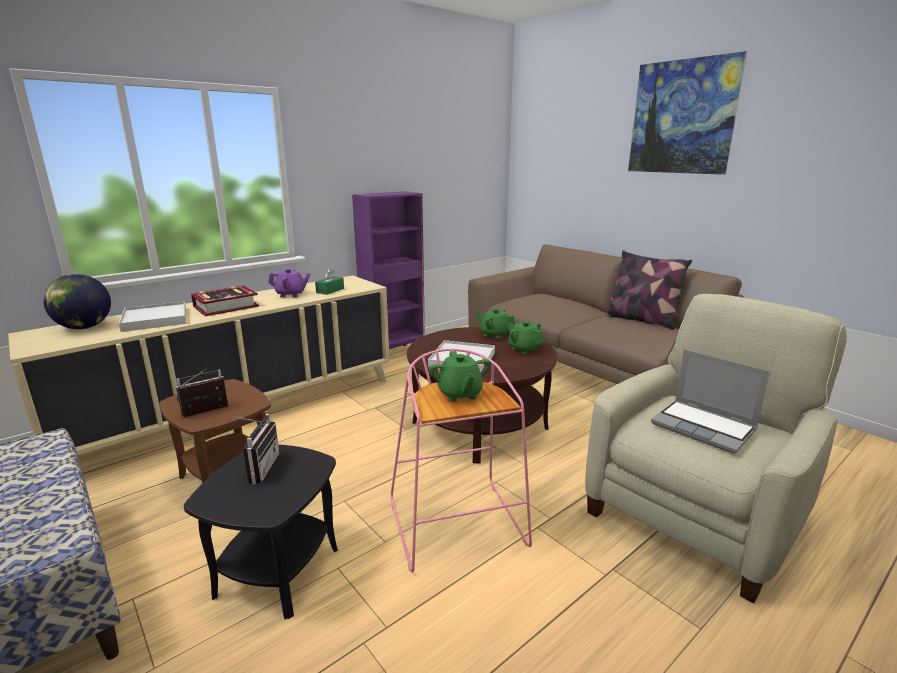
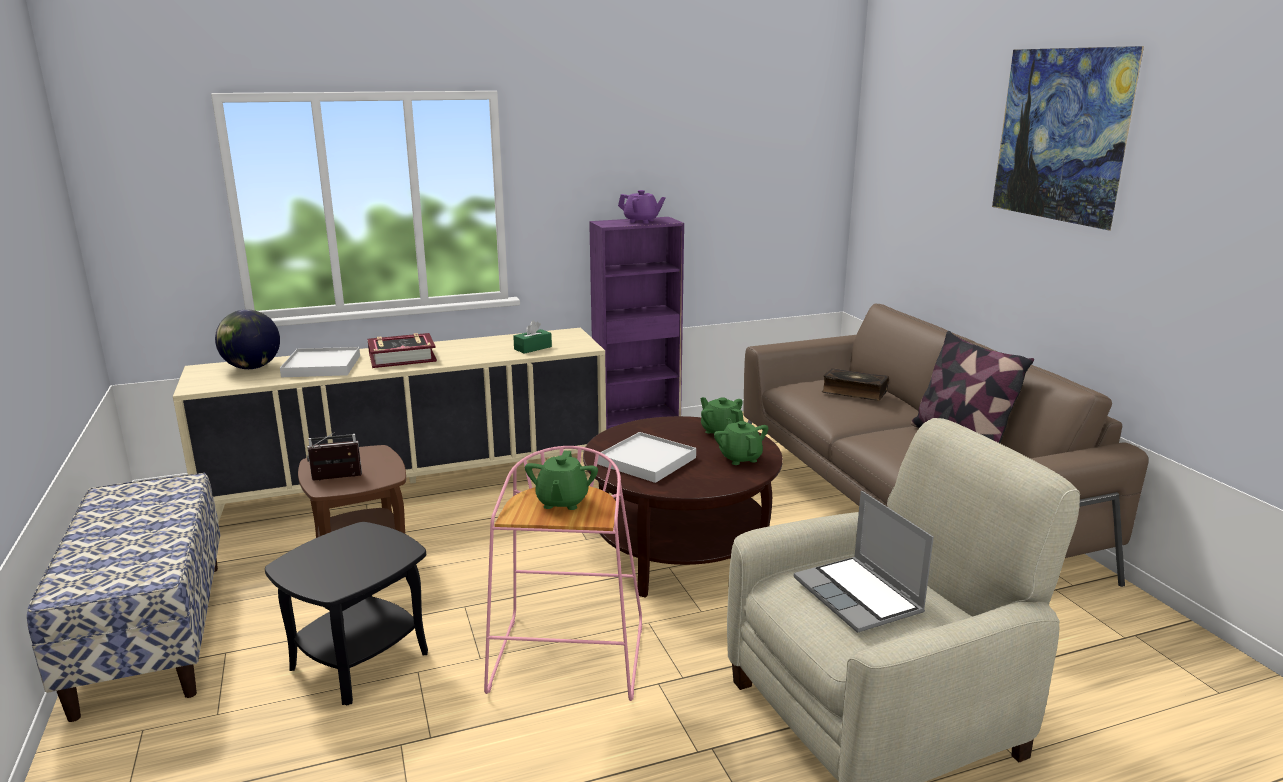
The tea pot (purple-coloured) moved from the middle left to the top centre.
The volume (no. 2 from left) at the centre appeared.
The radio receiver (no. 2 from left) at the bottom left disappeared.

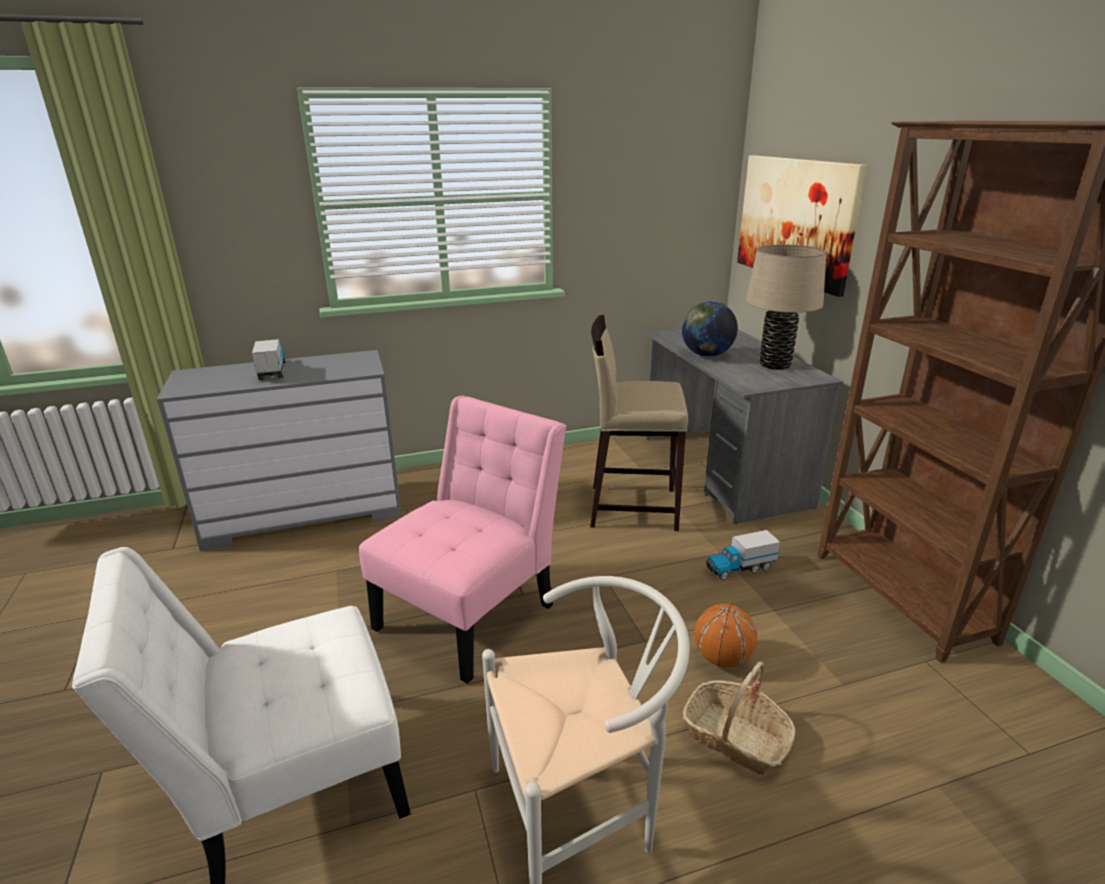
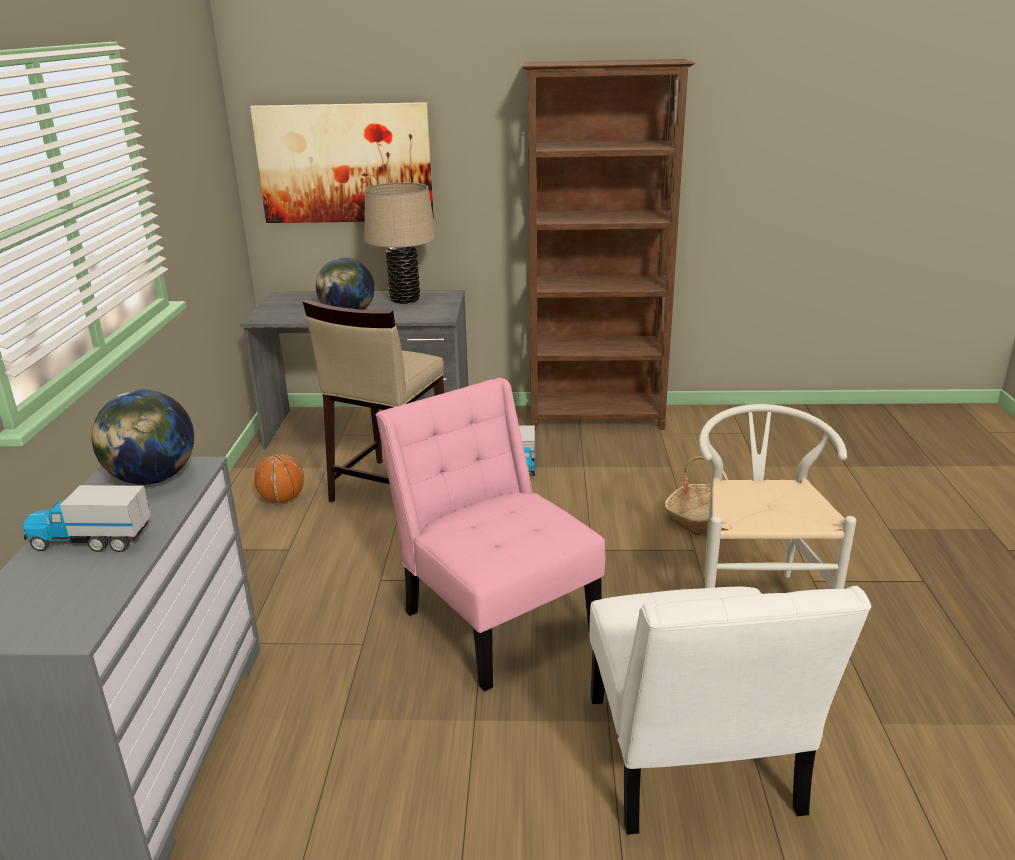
The desk globe (no. 1 from left) at the middle left appeared.
The basketball ball moved from the bottom centre to the middle left.

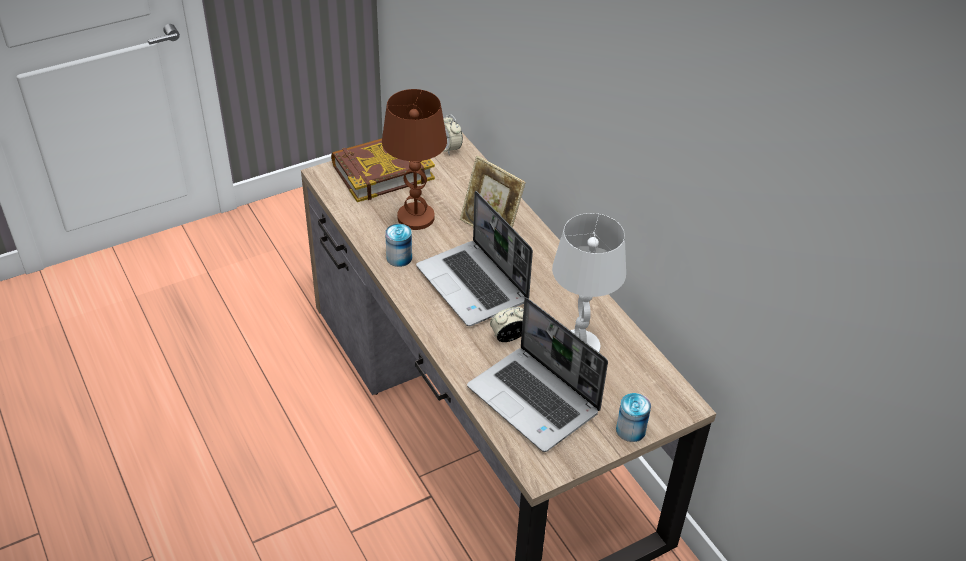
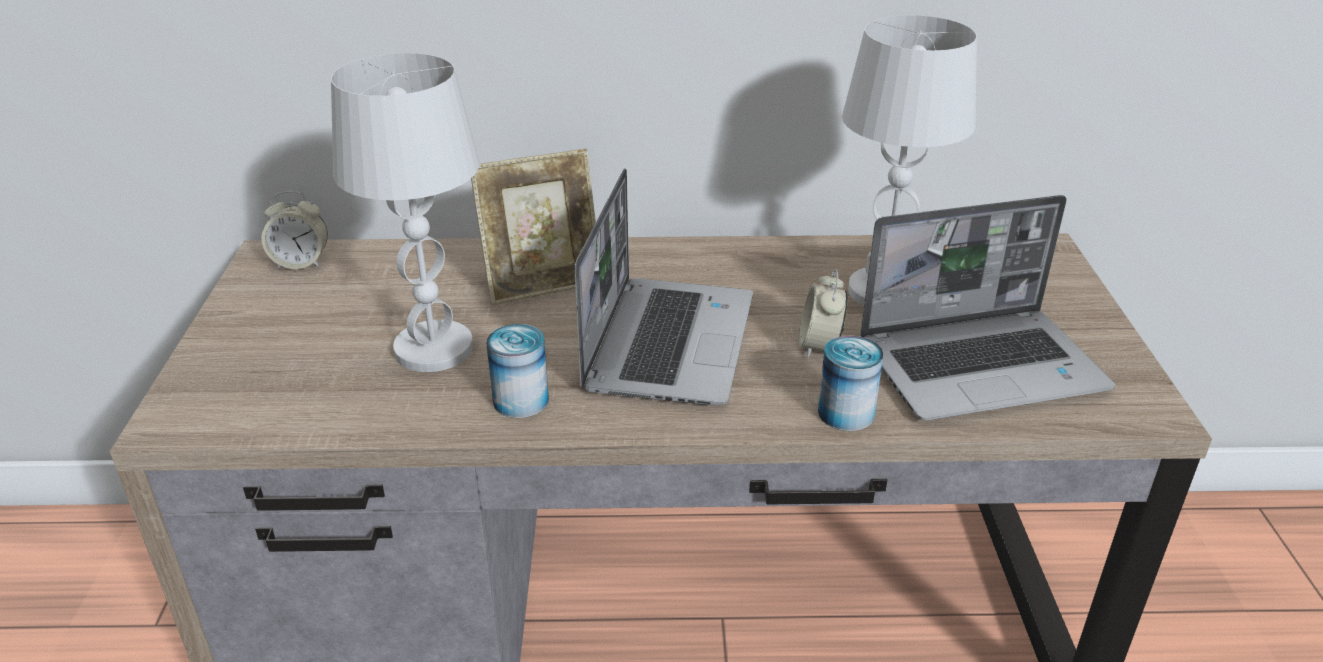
The table lamp (brownish) at the top centre became the table lamp (whitish) (no. 1 from left) at the top left.
The notebook computer (no. 1 from left) at the centre turned 75 degrees counterclockwise.
The metal can (no. 2 from left) moved from the bottom centre to the centre.
The volume at the top centre disappeared.

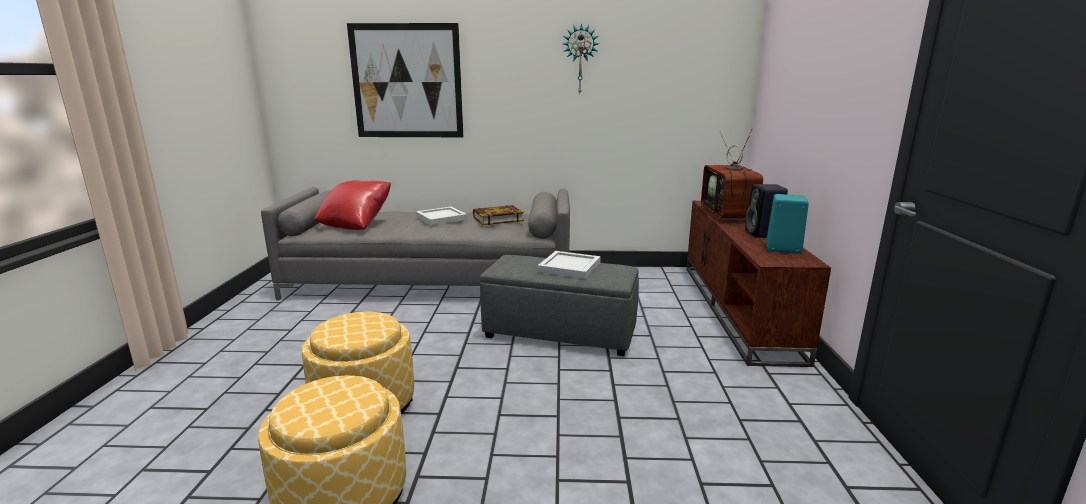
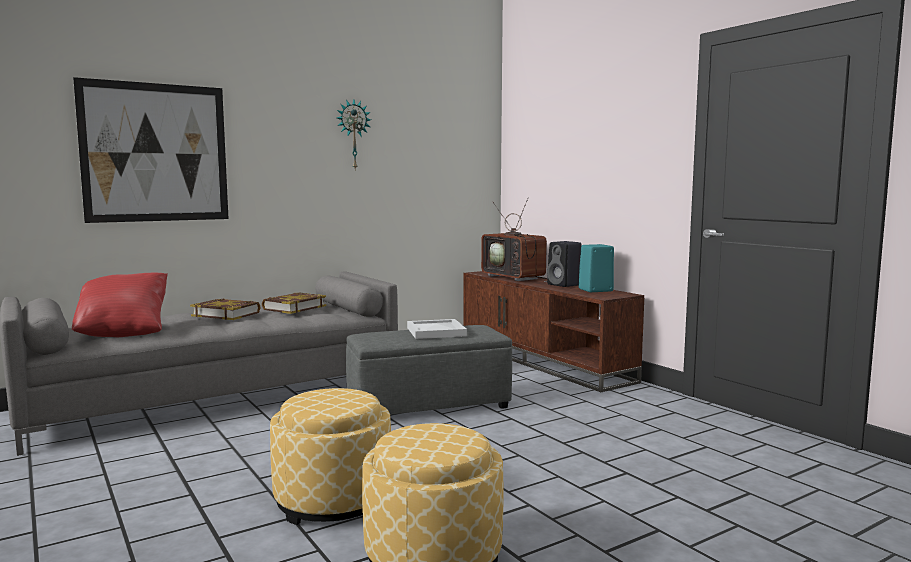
The tray (whitish) (no. 1 from left) at the centre was replaced by the volume (no. 1 from left) at the middle left.

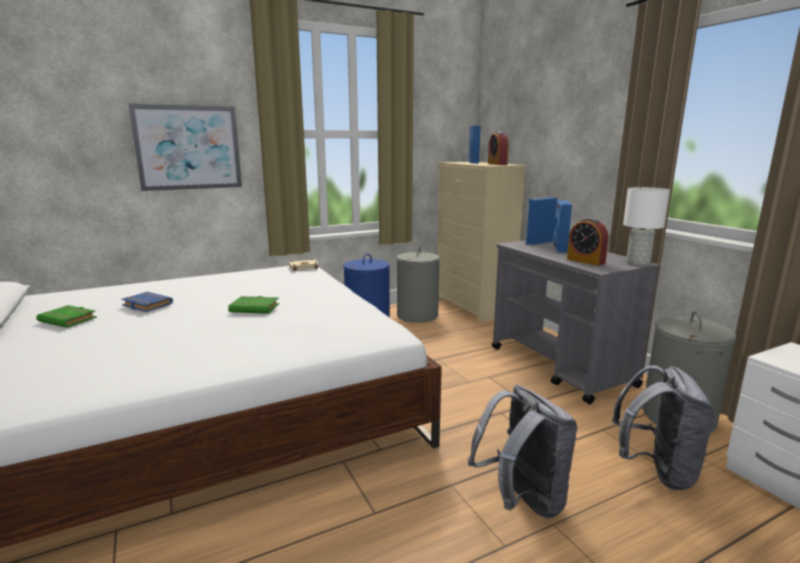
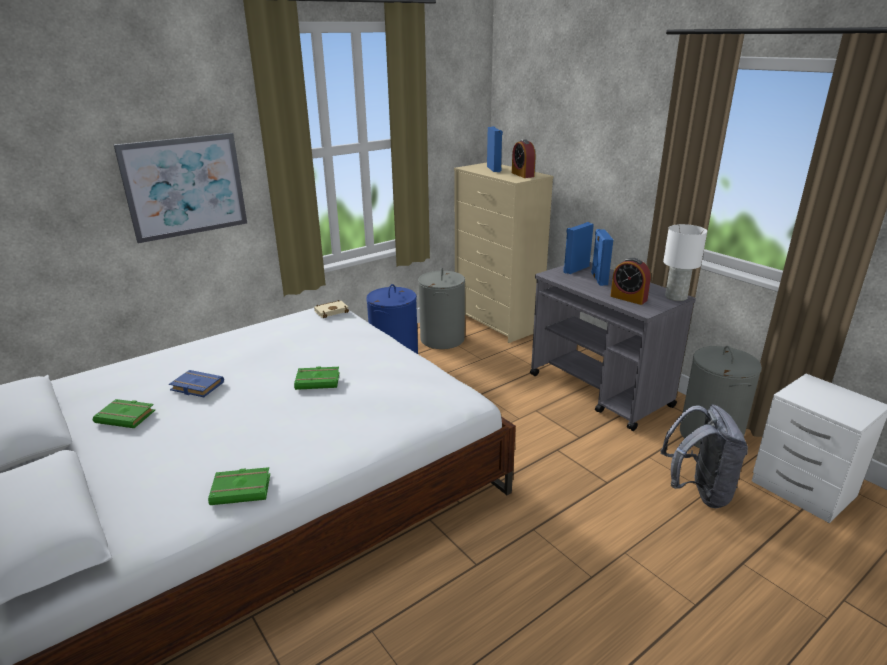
The volume (green-coloured) (no. 2 from left) at the bottom left appeared.
The backpack (gray) (no. 1 from left) at the bottom centre disappeared.

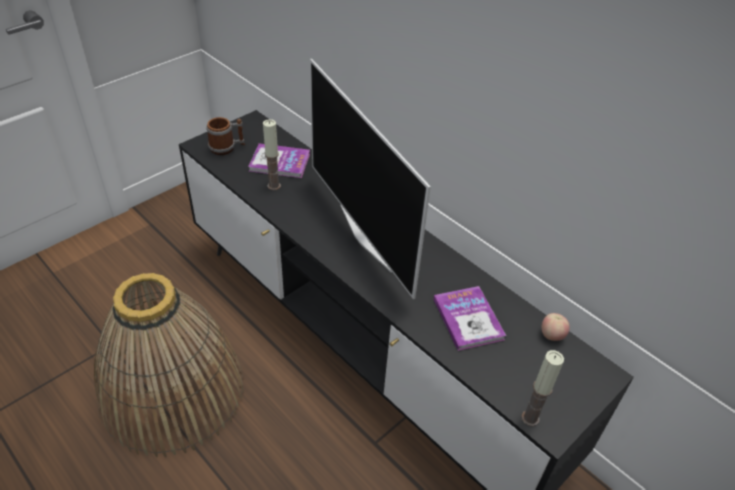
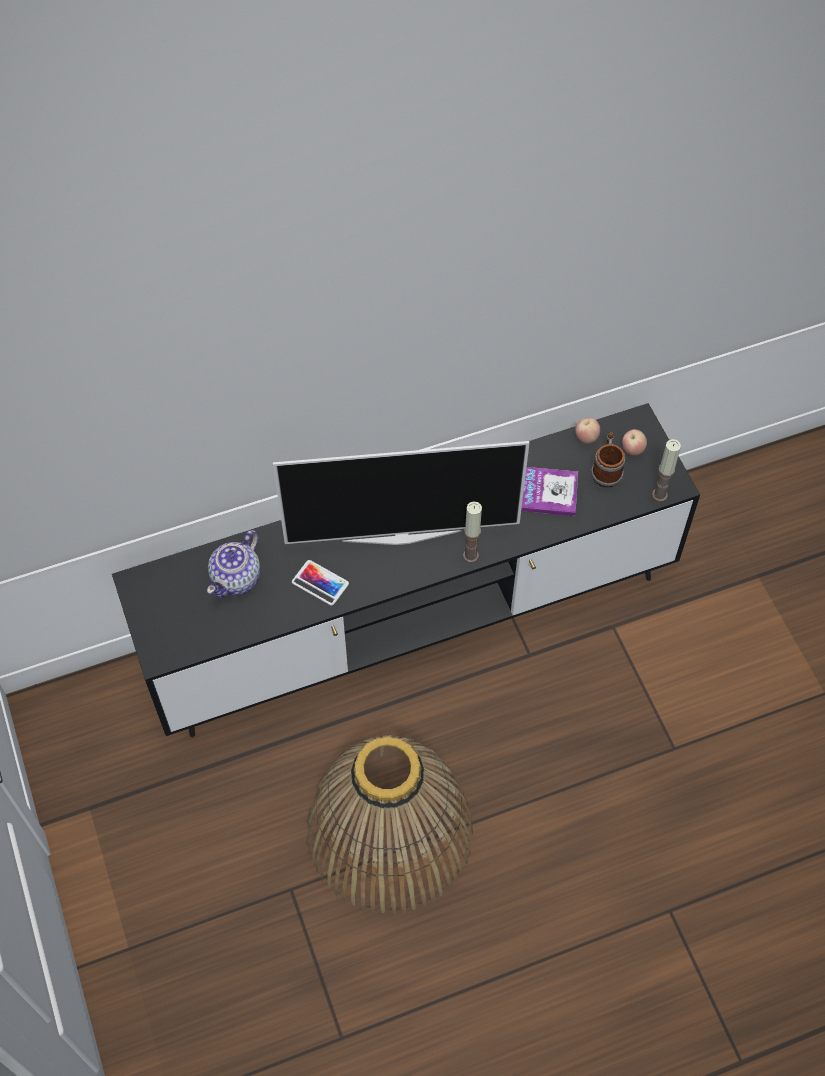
The volume (no. 1 from left) at the top centre was replaced by the tea pot at the middle left.
The phone at the centre appeared.
The wax candle (no. 1 from left) moved from the top centre to the centre.
The mug moved from the top left to the middle right.
The whole apple (no. 2 from left) at the middle right appeared.

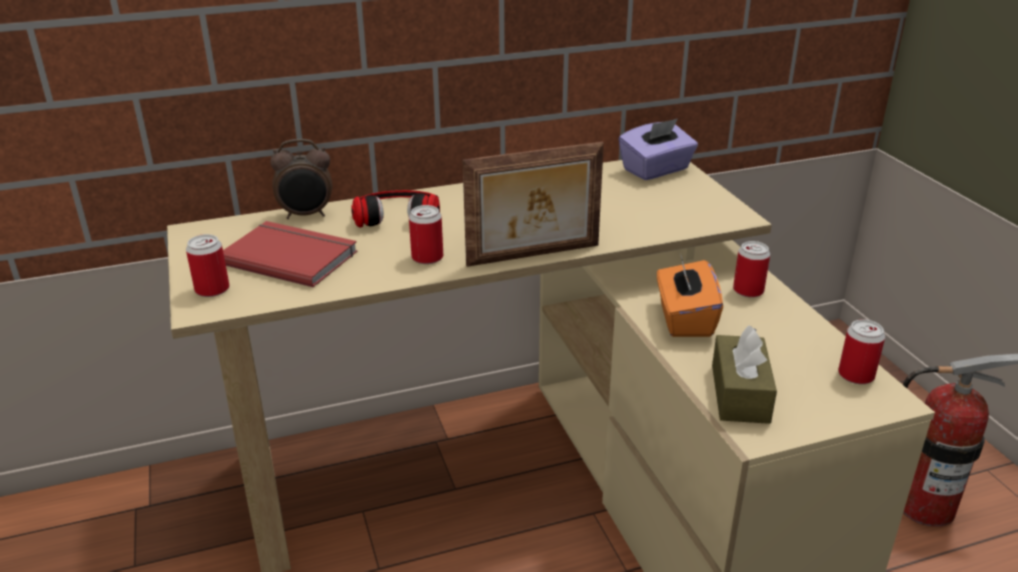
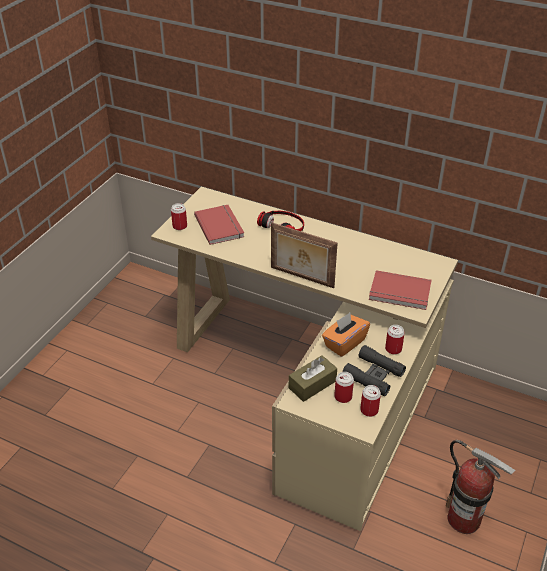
The metal can (no. 2 from left) moved from the centre to the bottom centre.
The binoculars (black-coloured) at the middle right appeared.
The volume (red) (no. 2 from left) at the middle right appeared.
The alarm clock at the top left disappeared.
The tissue holder (purple-coloured) at the top centre disappeared.

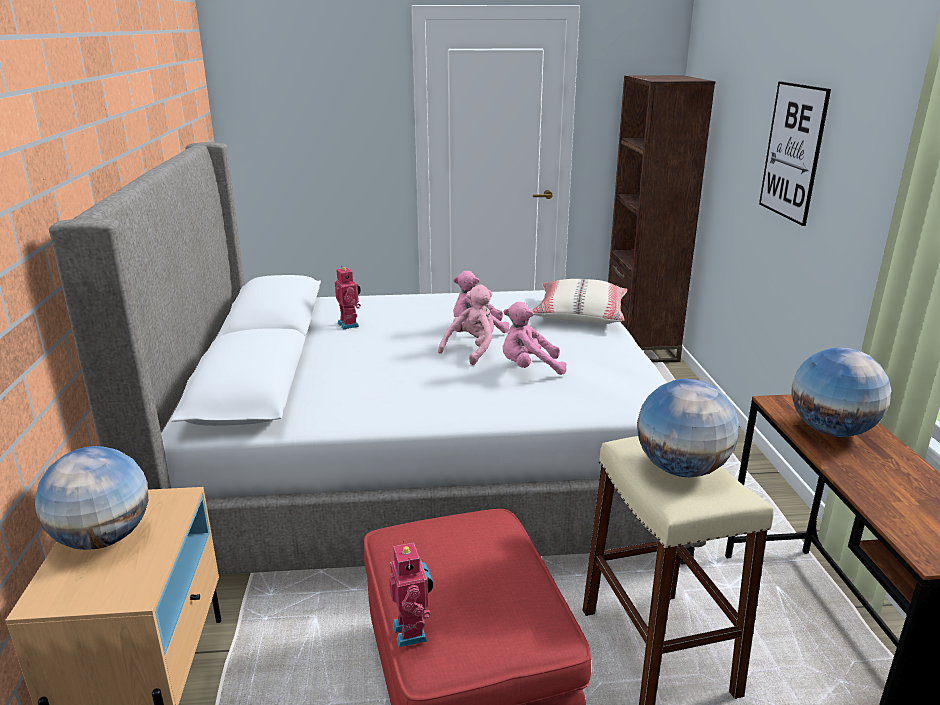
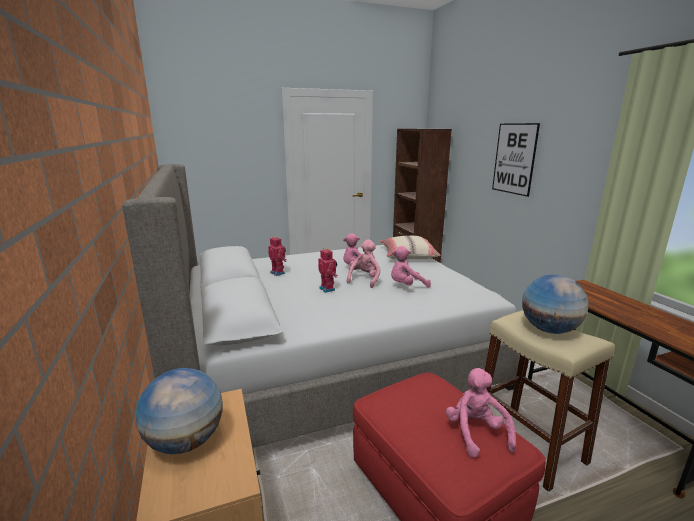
The robot figure (no. 2 from left) moved from the bottom centre to the centre.
The cuddly toy (pink) (no. 4 from left) at the bottom right appeared.
The desk globe (no. 3 from left) at the middle right disappeared.

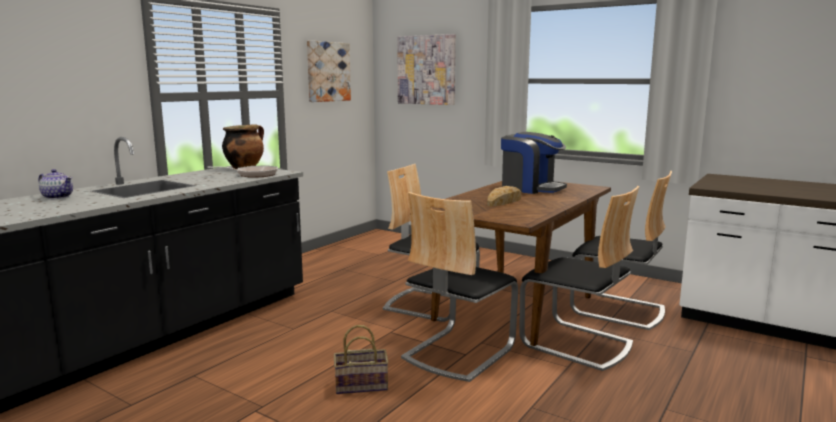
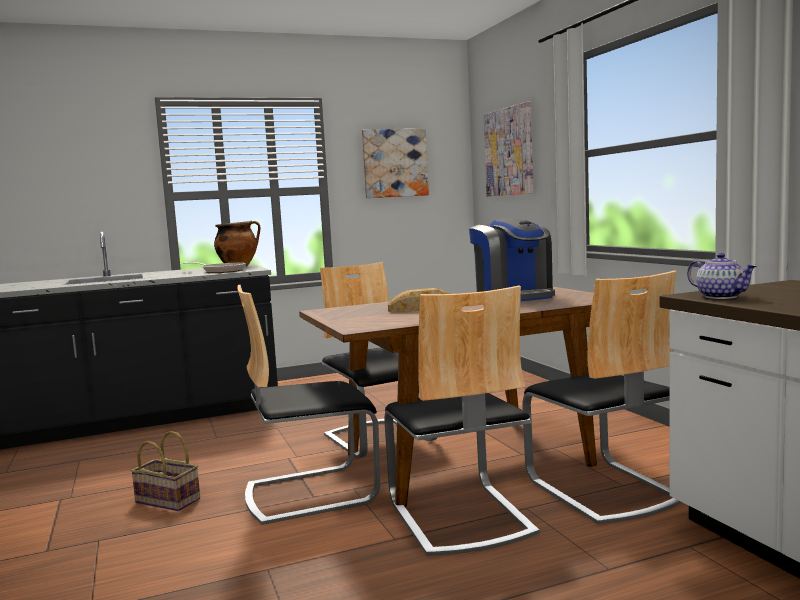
The tea pot moved from the middle left to the middle right.

